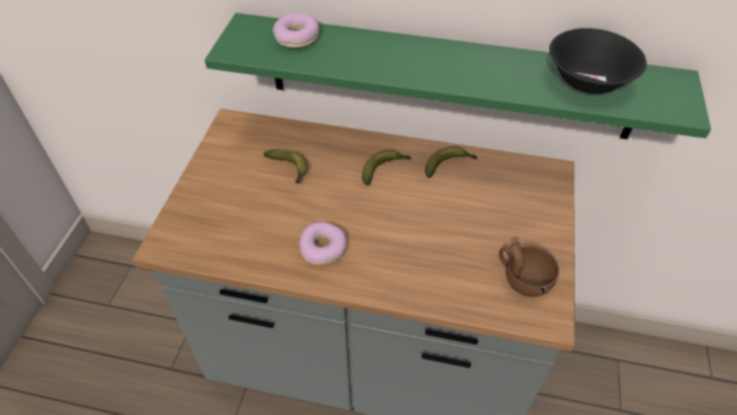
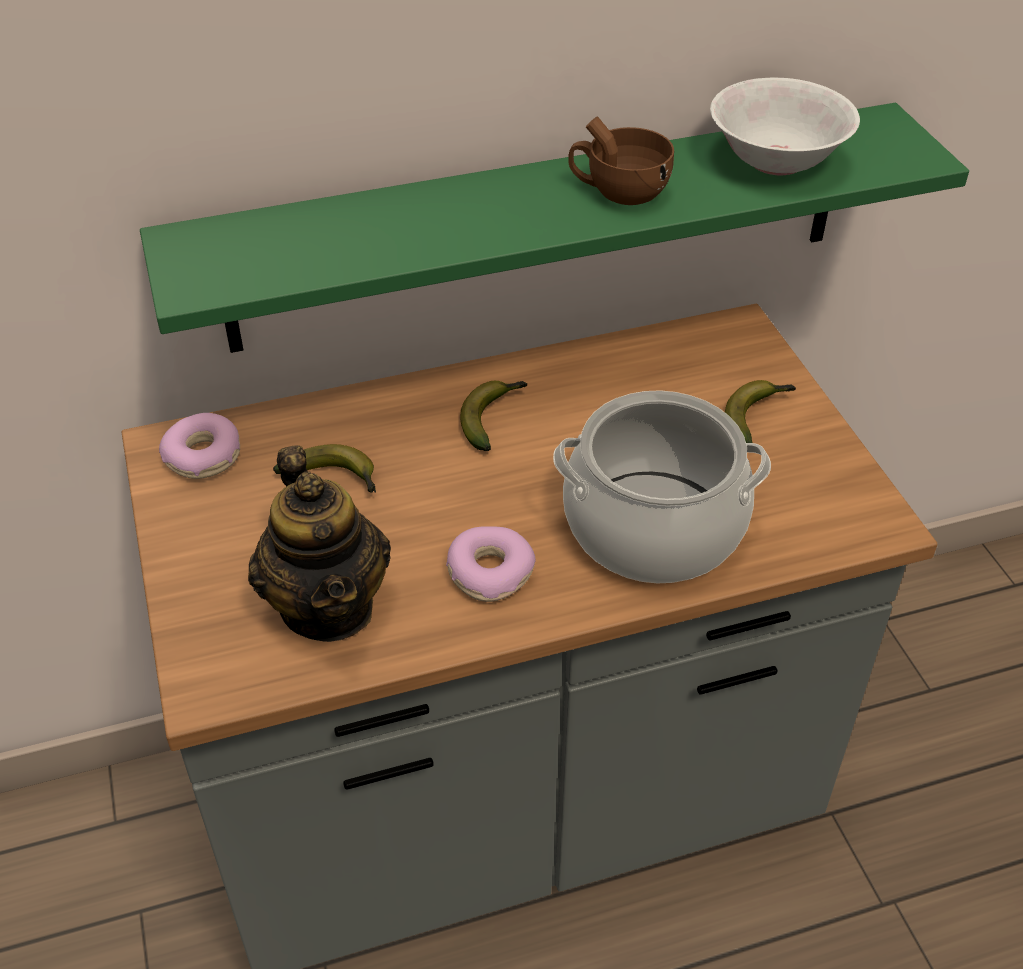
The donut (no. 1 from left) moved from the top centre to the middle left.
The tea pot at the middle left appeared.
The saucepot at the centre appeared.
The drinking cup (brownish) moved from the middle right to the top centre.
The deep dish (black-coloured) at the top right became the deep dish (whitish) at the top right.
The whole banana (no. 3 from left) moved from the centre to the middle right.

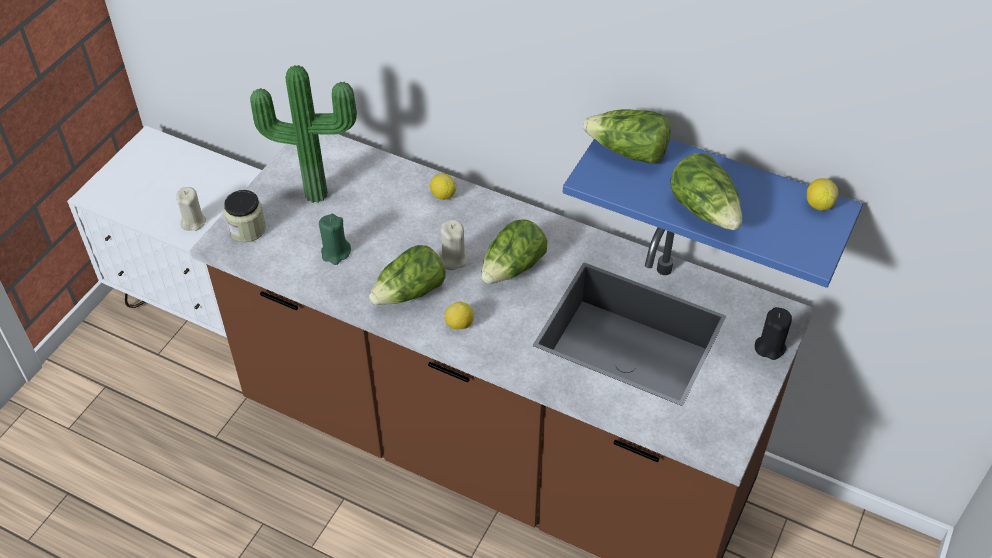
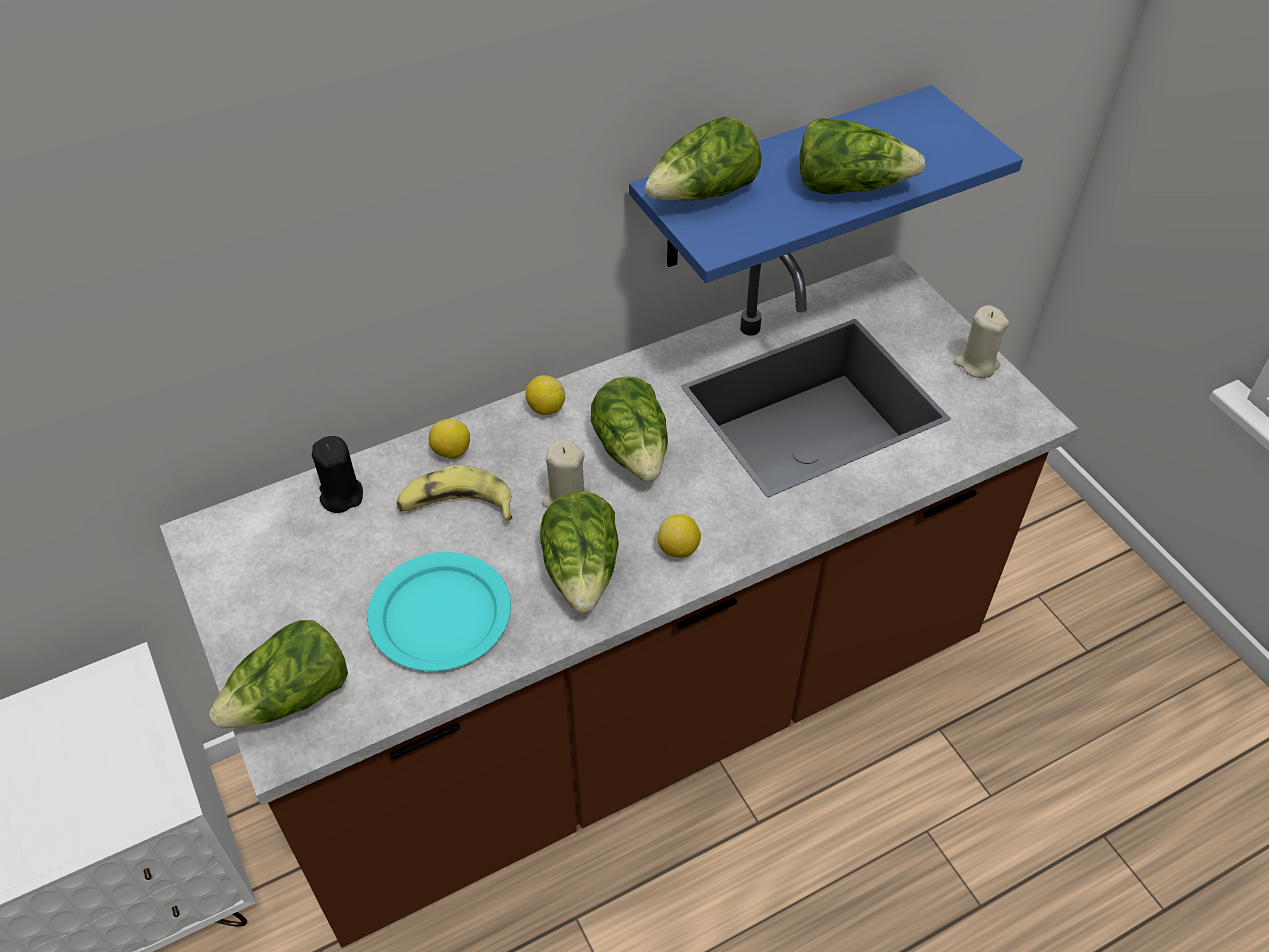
The jar at the middle left was replaced by the lettuce (no. 1 from left) at the bottom left.
The wax candle (black-coloured) moved from the middle right to the middle left.
The wax candle (green-coloured) at the centre was replaced by the dinner plate (turquoise) at the centre.
The whole banana at the centre appeared.
The whole lemon (no. 3 from left in the first image) moved from the middle right to the centre.
The wax candle (sand-coloured) (no. 1 from left in the first image) moved from the middle left to the middle right.
The potted plant at the top left disappeared.

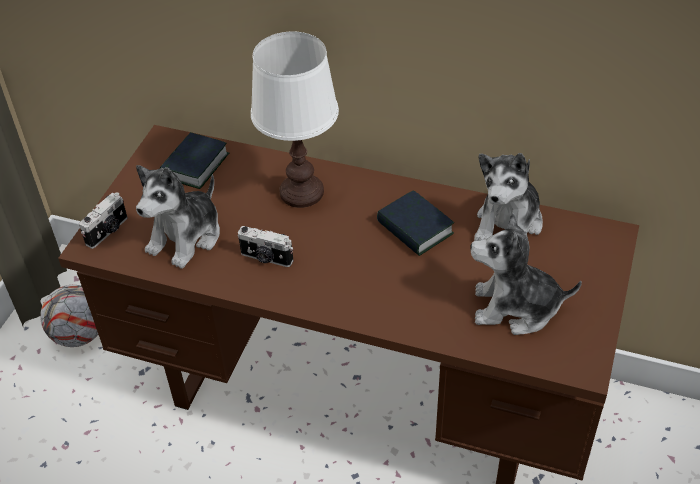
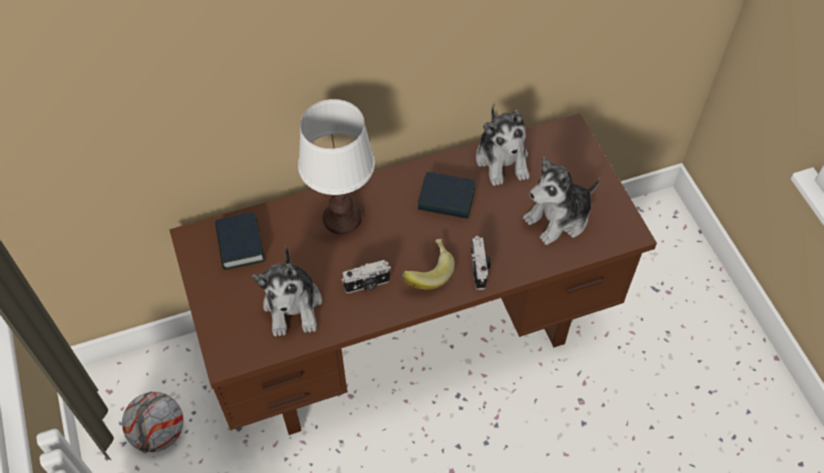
The whole banana at the centre appeared.
The still camera (no. 1 from left in the first image) moved from the middle left to the centre.

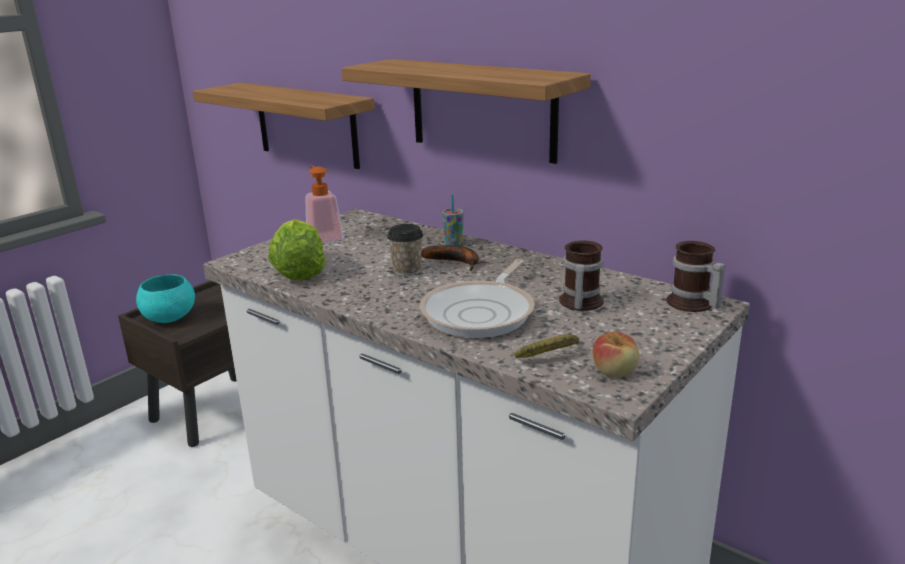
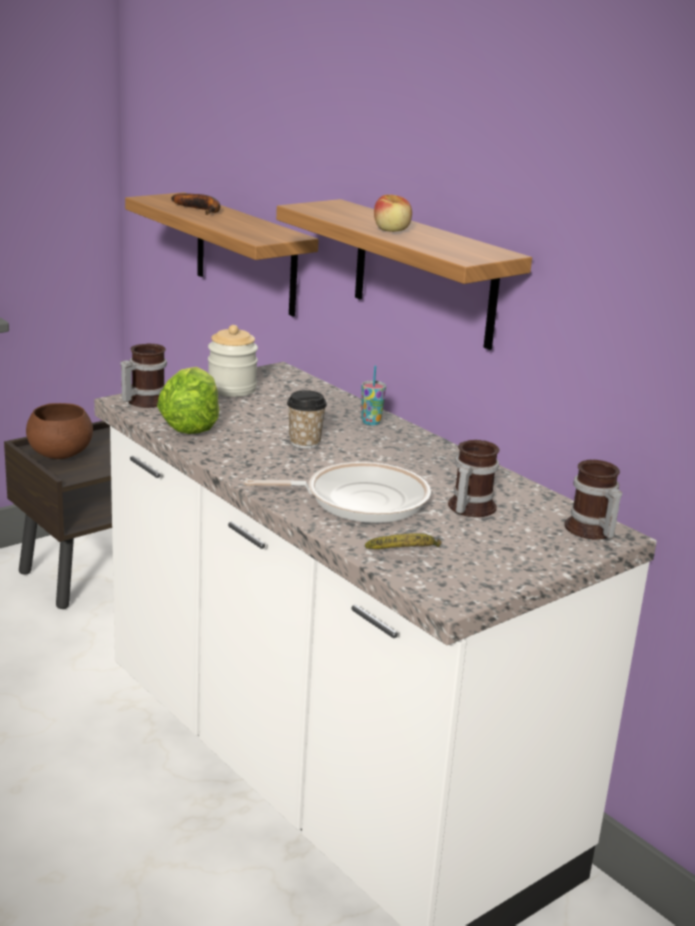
The deep dish (turquoise) at the middle left became the deep dish (brownish) at the middle left.
The mug (no. 1 from left) at the middle left appeared.
The whole banana (no. 1 from left) moved from the centre to the top left.
The soap bottle at the centre was replaced by the jar at the centre.
The pan at the centre turned 135 degrees counterclockwise.
The whole apple moved from the middle right to the top centre.

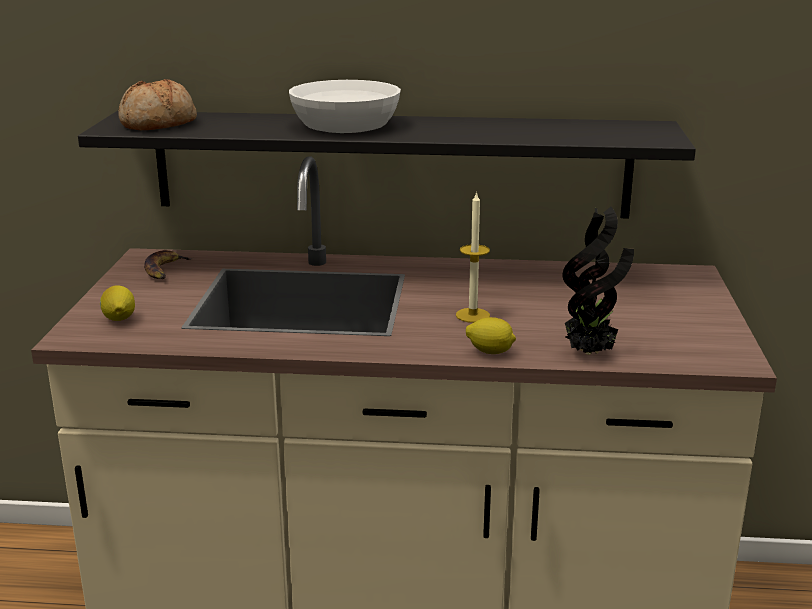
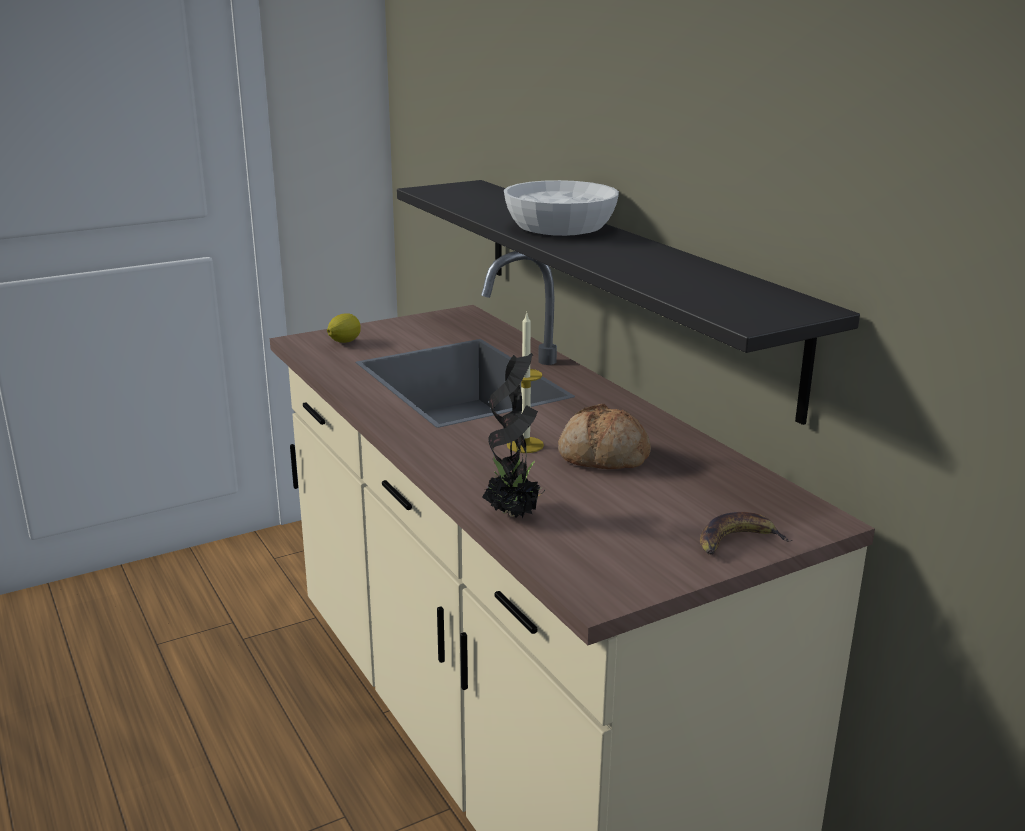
The bakery bread moved from the top left to the centre.
The whole banana moved from the middle left to the middle right.
The whole lemon (no. 2 from left) at the centre disappeared.

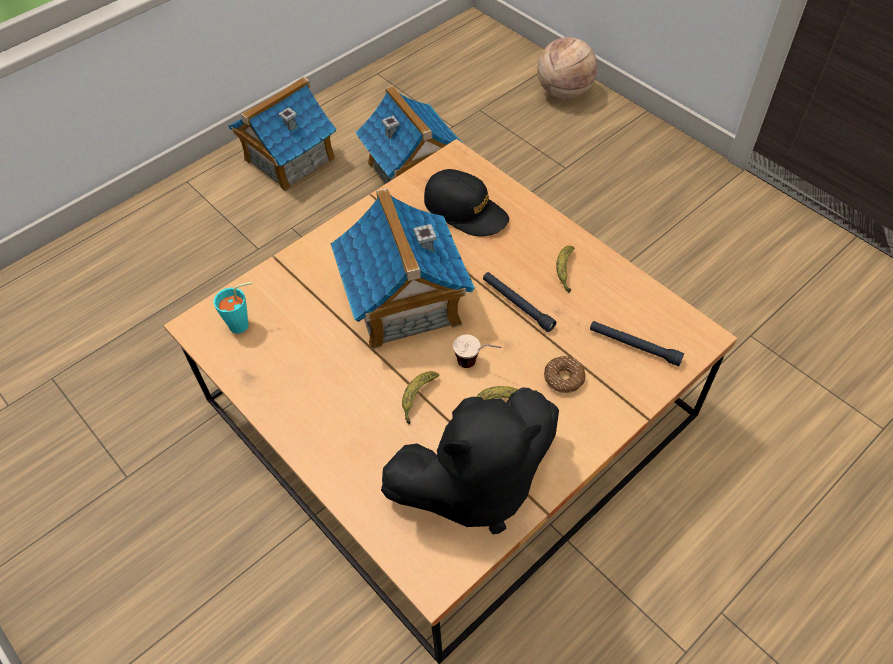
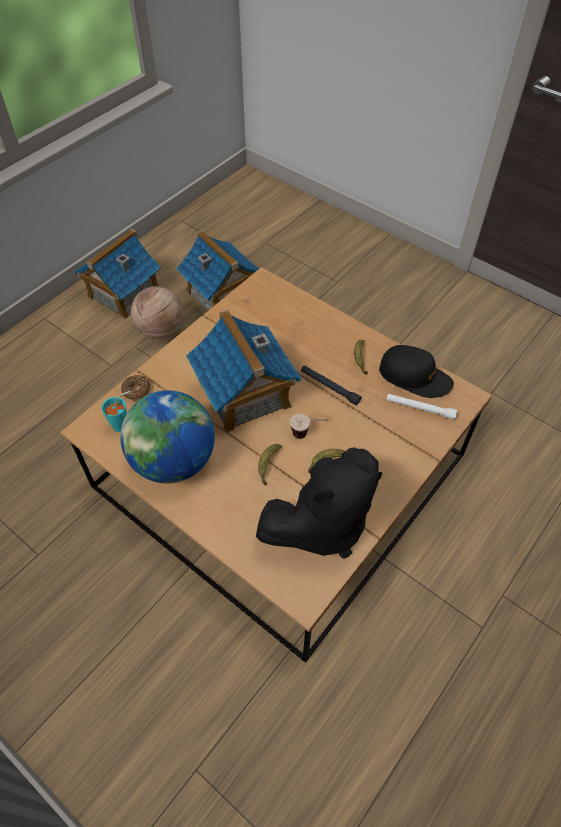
The desk globe at the middle left appeared.
The donut moved from the centre to the middle left.
The basketball ball moved from the top centre to the middle left.
The peaked cap (black-coloured) moved from the top centre to the middle right.
The hand torch (black-coloured) (no. 2 from left) at the middle right became the hand torch (whitish) at the middle right.

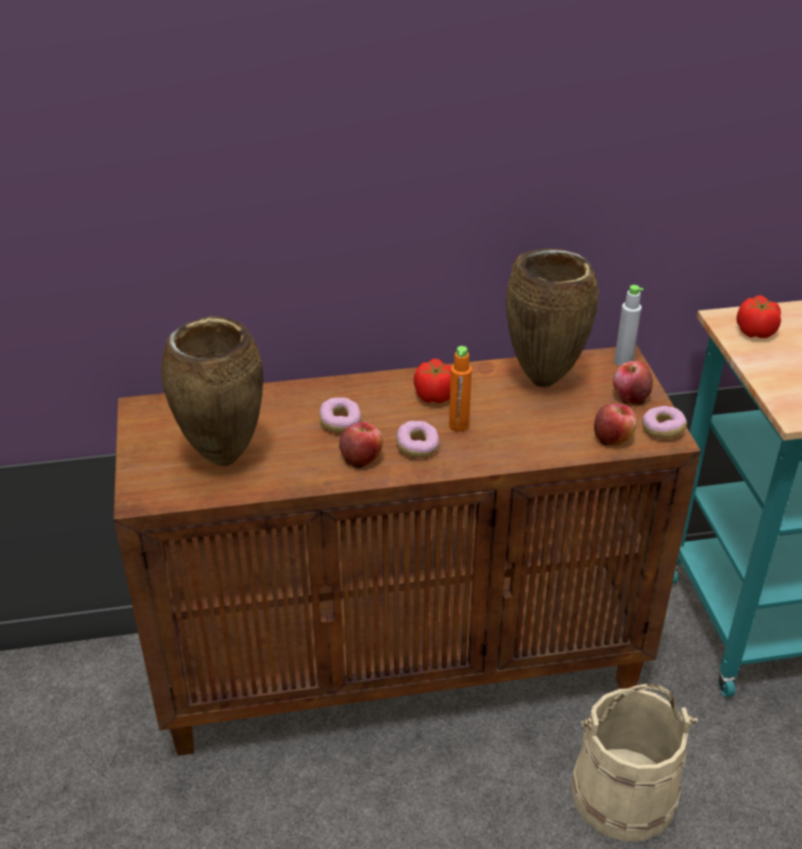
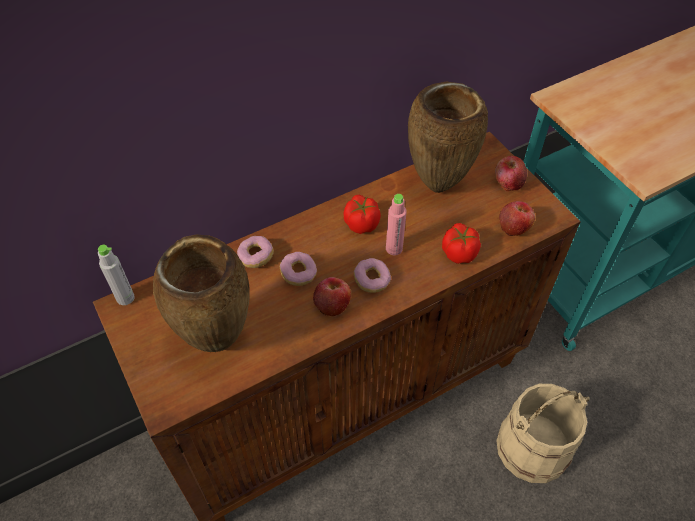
The drink bottle (gray) moved from the middle right to the middle left.
The donut (no. 3 from left in the first image) moved from the middle right to the centre.
The drink bottle (orangey) at the centre became the drink bottle (pink) at the centre.
The whole tomato (no. 2 from left) moved from the middle right to the centre.

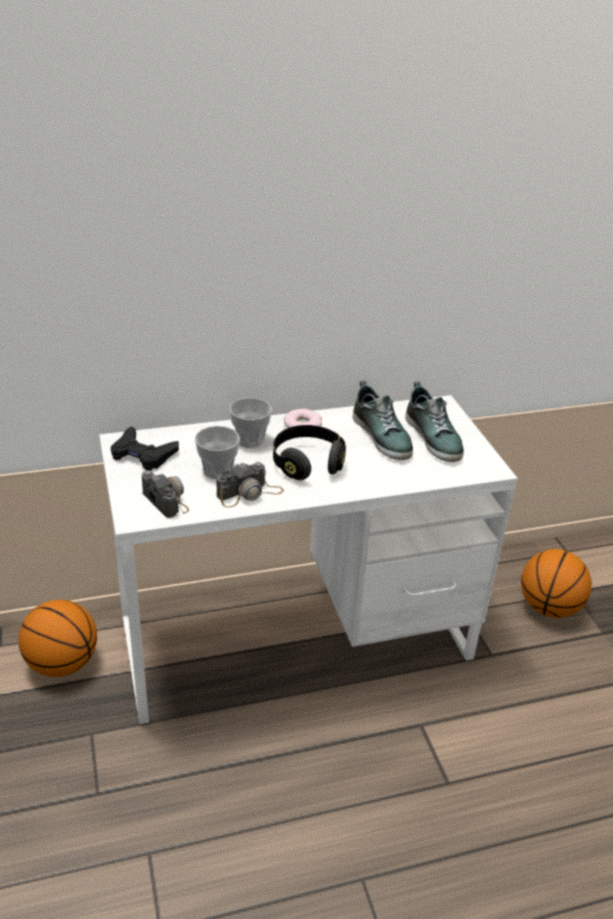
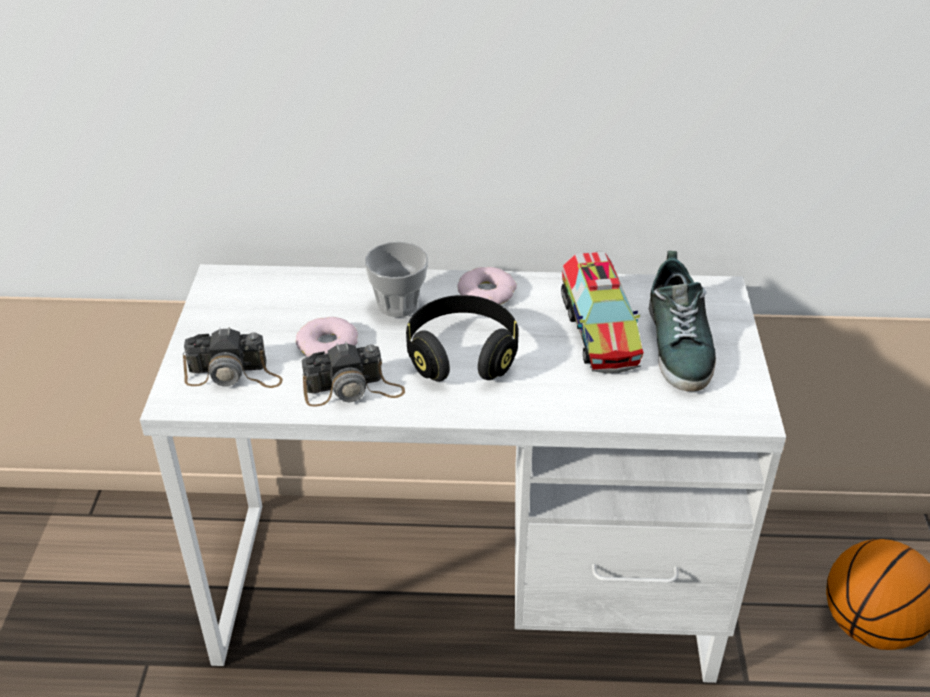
The still camera (no. 1 from left) at the middle left turned 105 degrees clockwise.
The drinking cup (no. 1 from left) at the centre was replaced by the donut (no. 1 from left) at the centre.
The item of footwear (no. 1 from left) at the centre was replaced by the model truck at the centre.
The basketball ball (no. 1 from left) at the bottom left disappeared.
The gamepad (black-coloured) at the middle left disappeared.

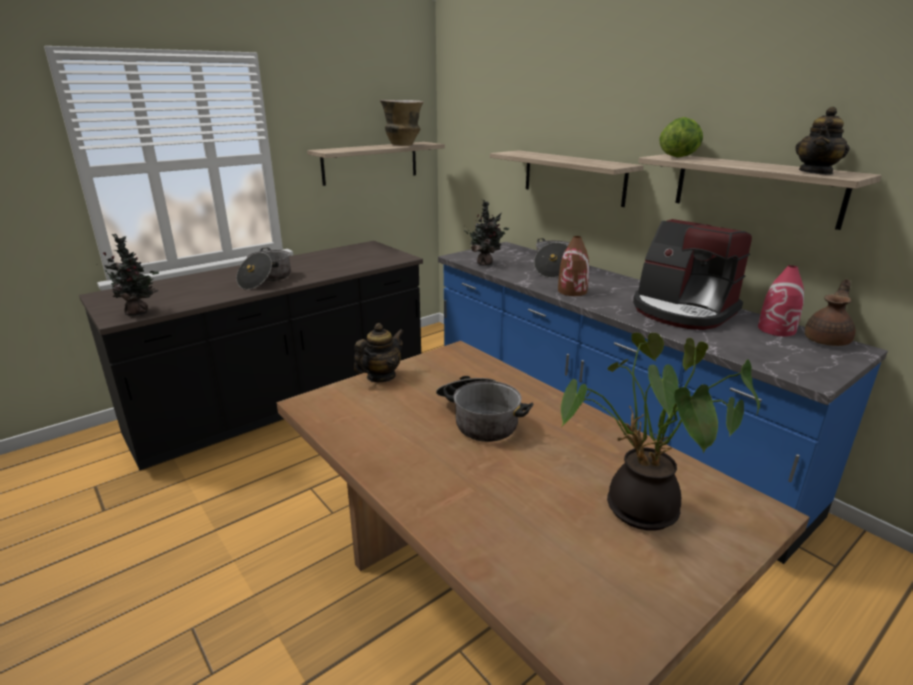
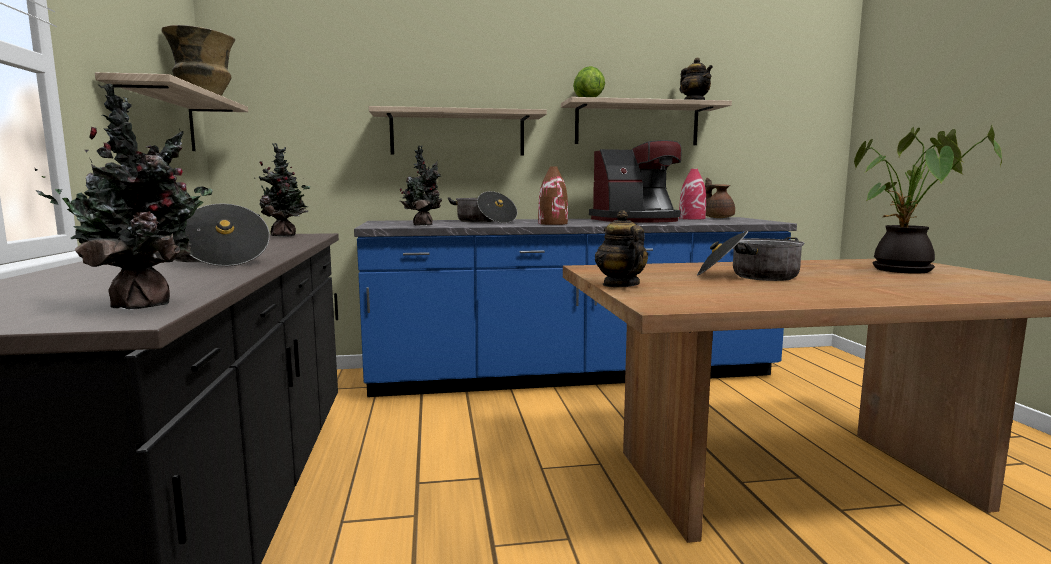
The potted plant (no. 2 from left) at the middle left appeared.

